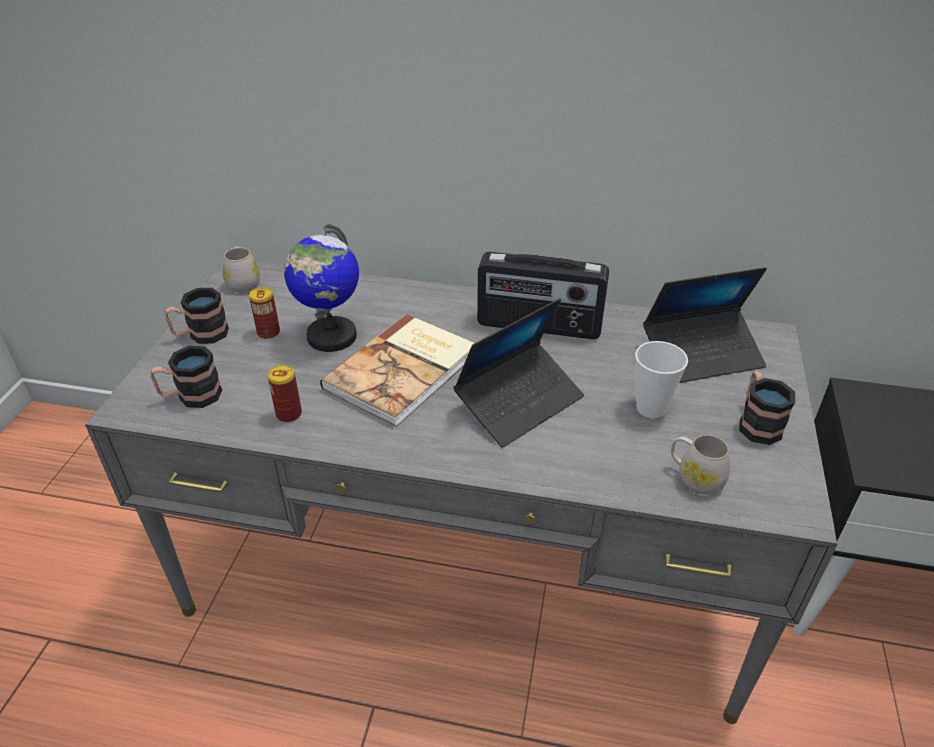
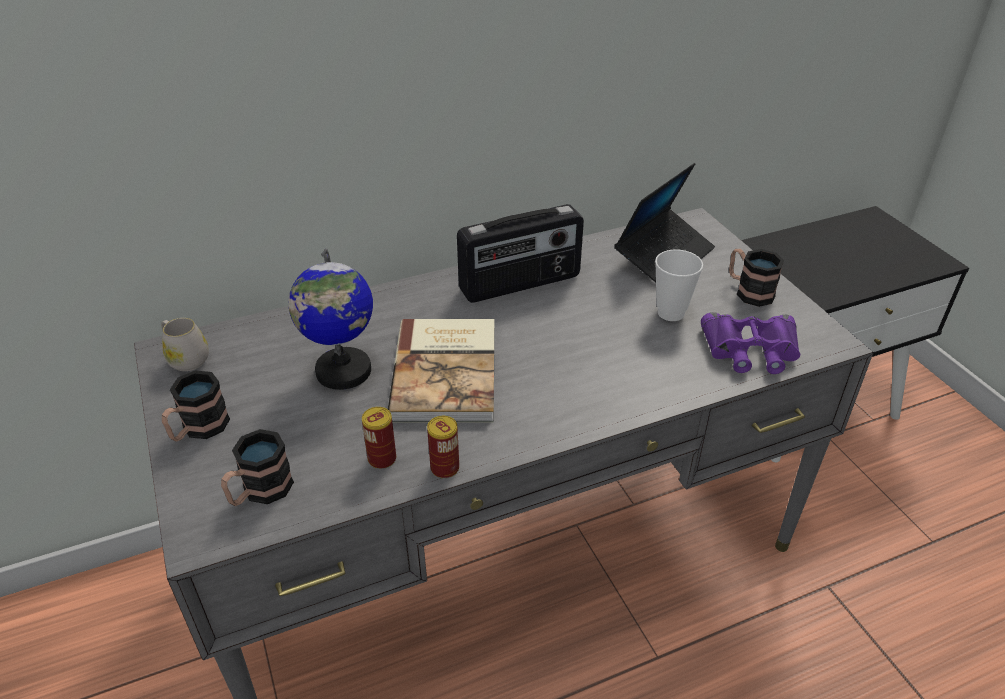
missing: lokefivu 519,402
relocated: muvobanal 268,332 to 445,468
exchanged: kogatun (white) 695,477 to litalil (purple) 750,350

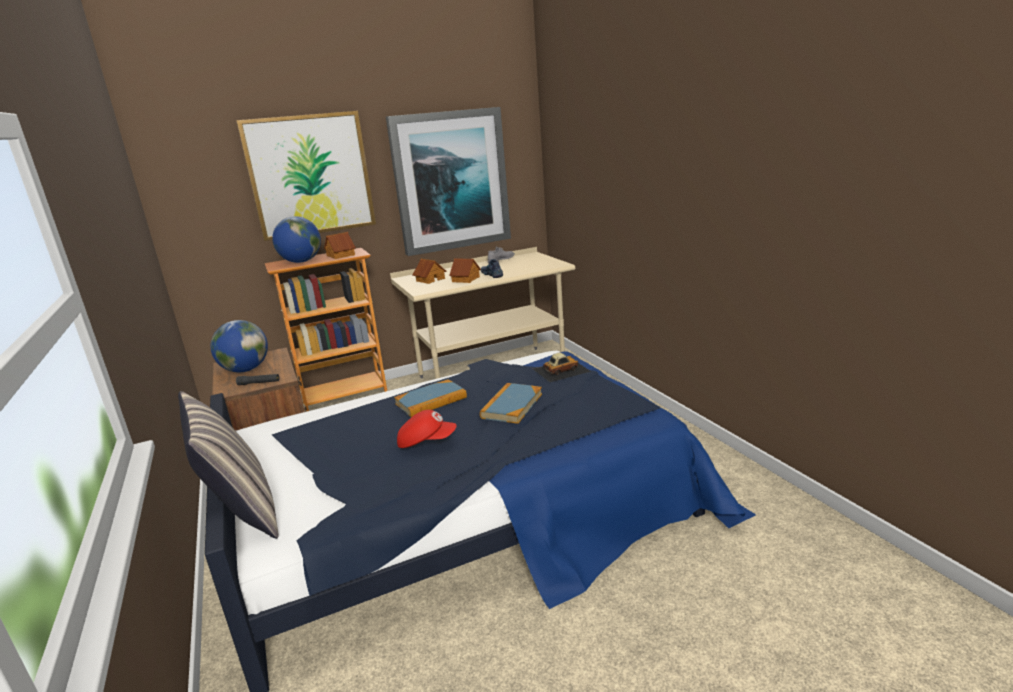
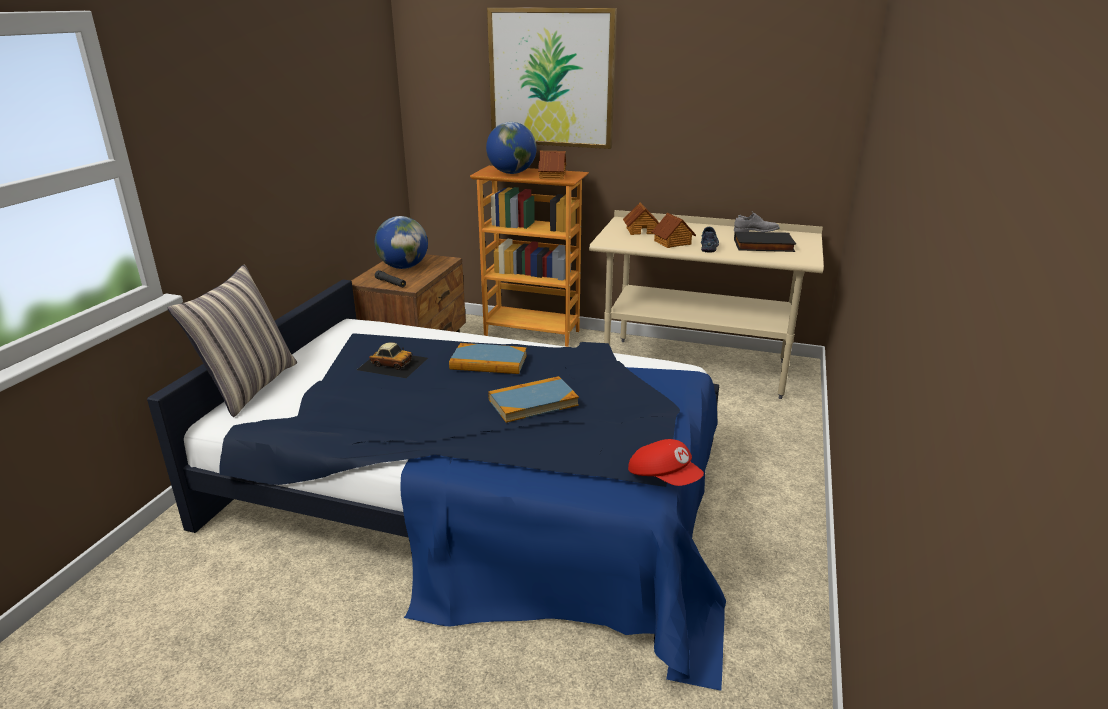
missing: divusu 450,181
appeared: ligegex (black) 763,246
relocated: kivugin 561,370 to 392,363; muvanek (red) 426,441 to 664,478

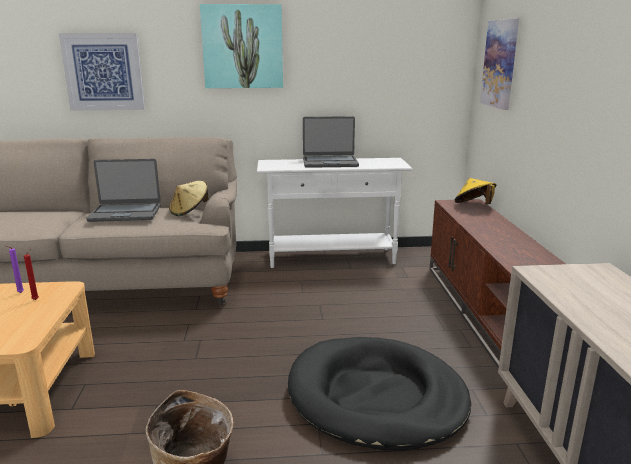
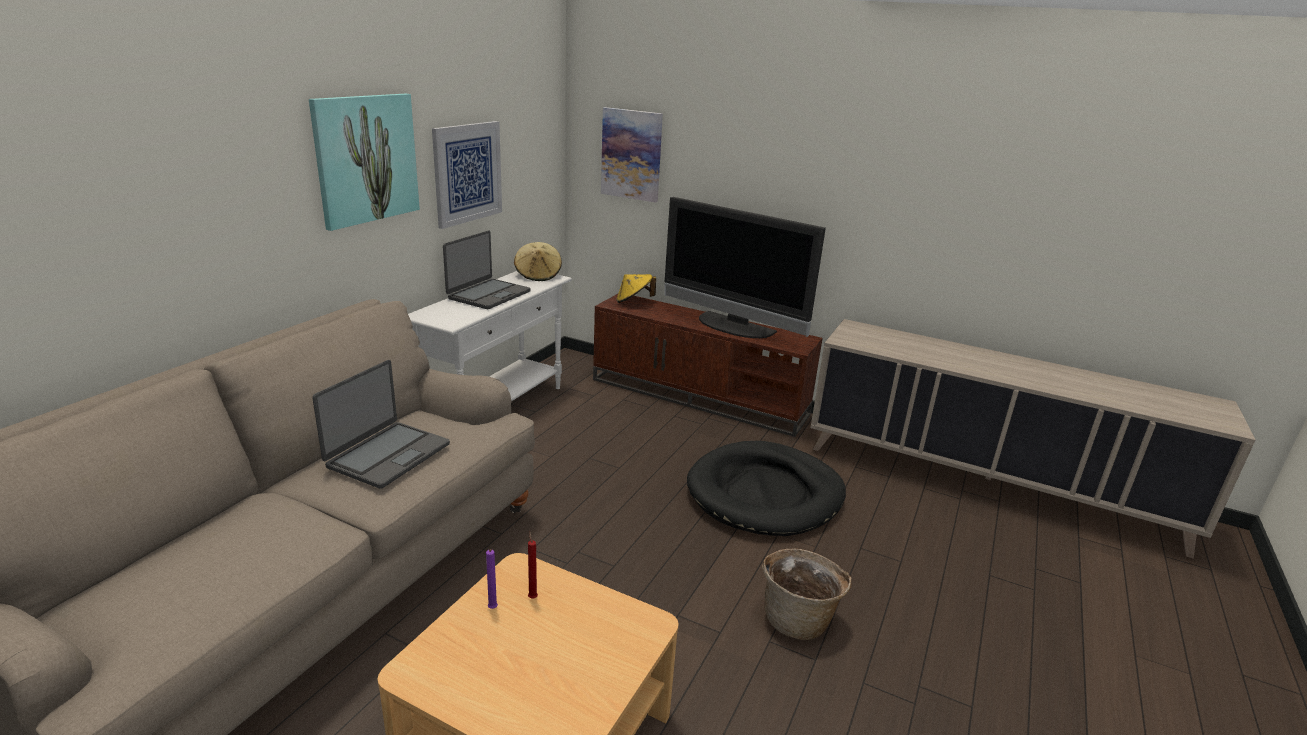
appeared: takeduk 732,326
relocated: divusu 103,72 to 467,173; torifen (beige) 189,211 to 538,275

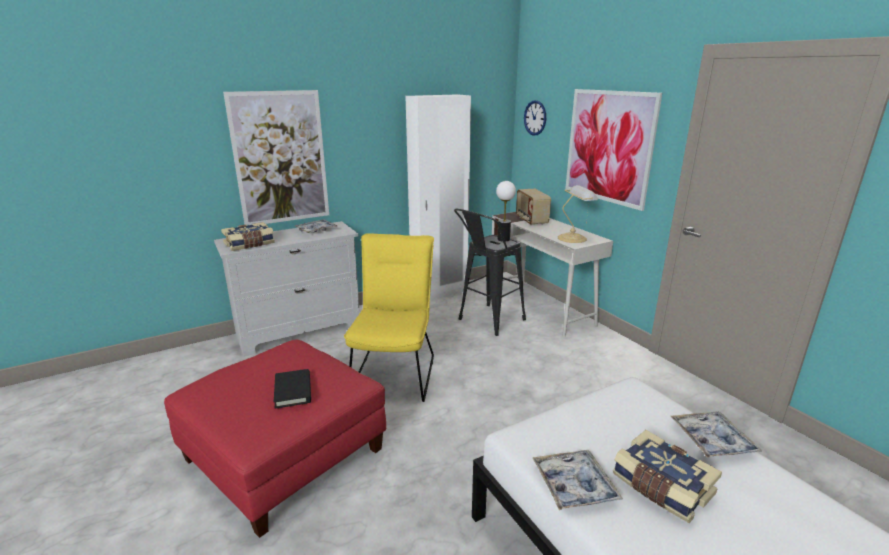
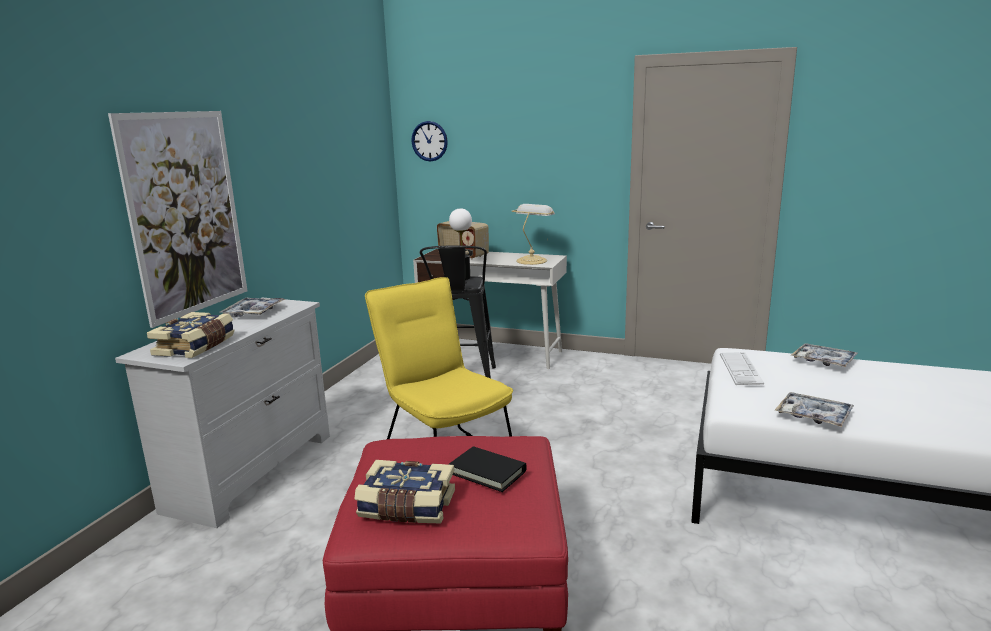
missing: divusu 608,147; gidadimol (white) 439,293
appeared: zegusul 740,369
relocated: ligegex 661,487 to 406,507

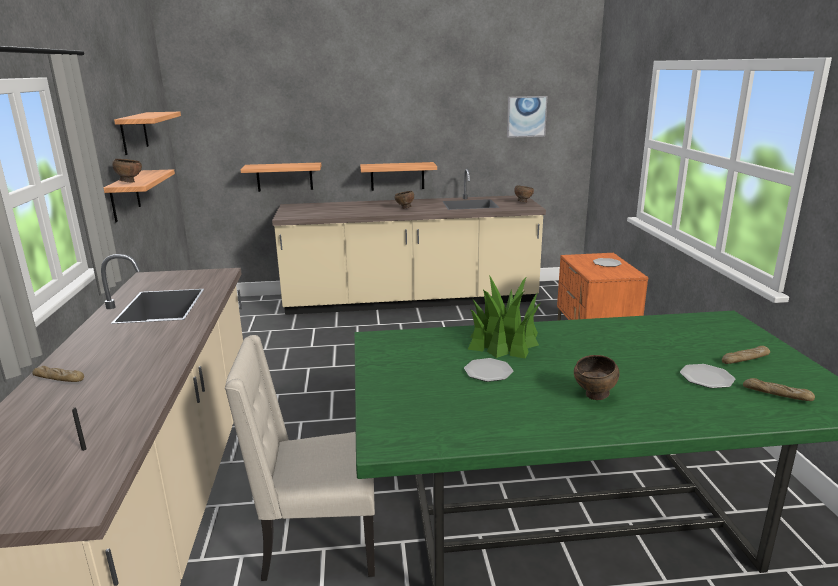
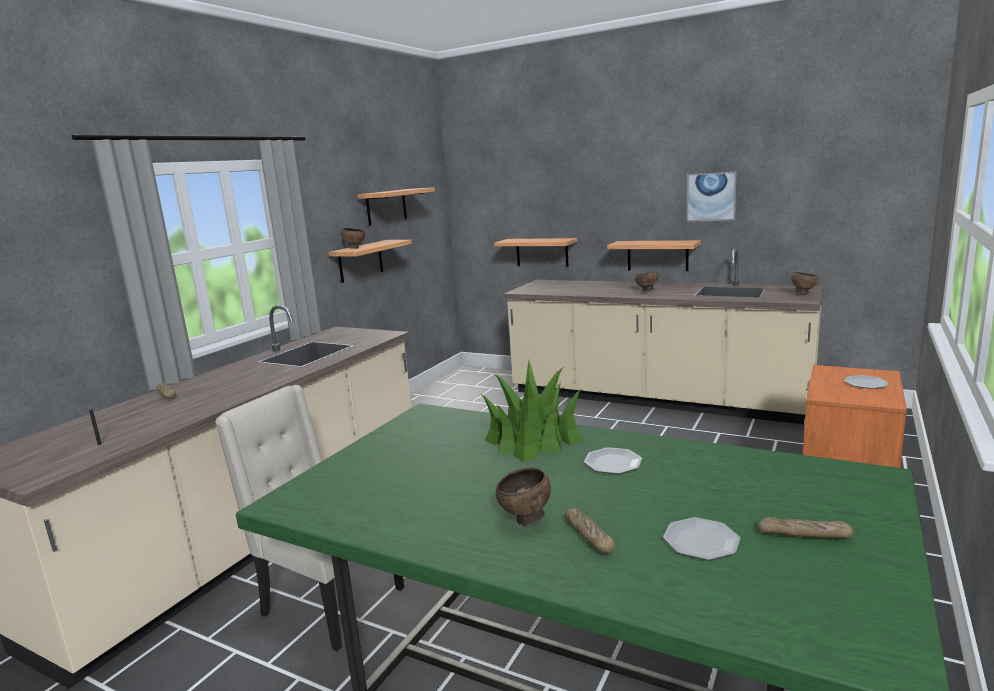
relocated: divusu 526,116 to 711,197; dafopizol 488,371 to 612,463; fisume 776,395 to 588,536

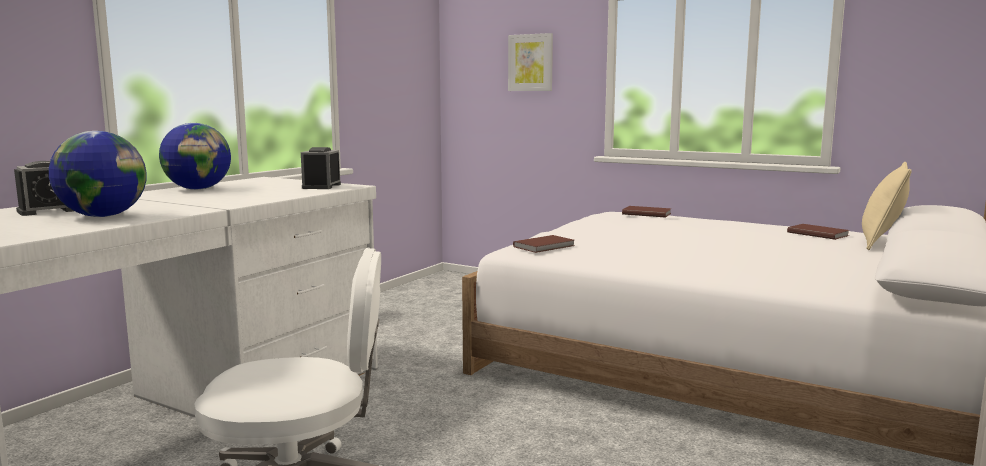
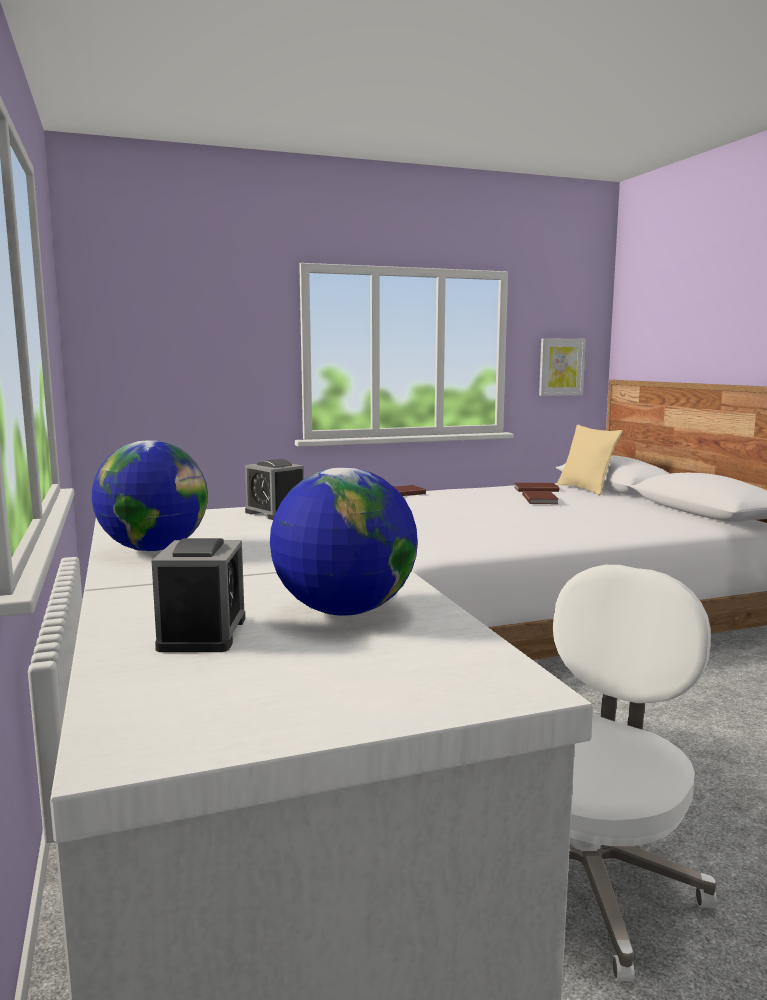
relocated: divusu 530,62 to 561,367; ligegex (brown) 545,246 to 540,499

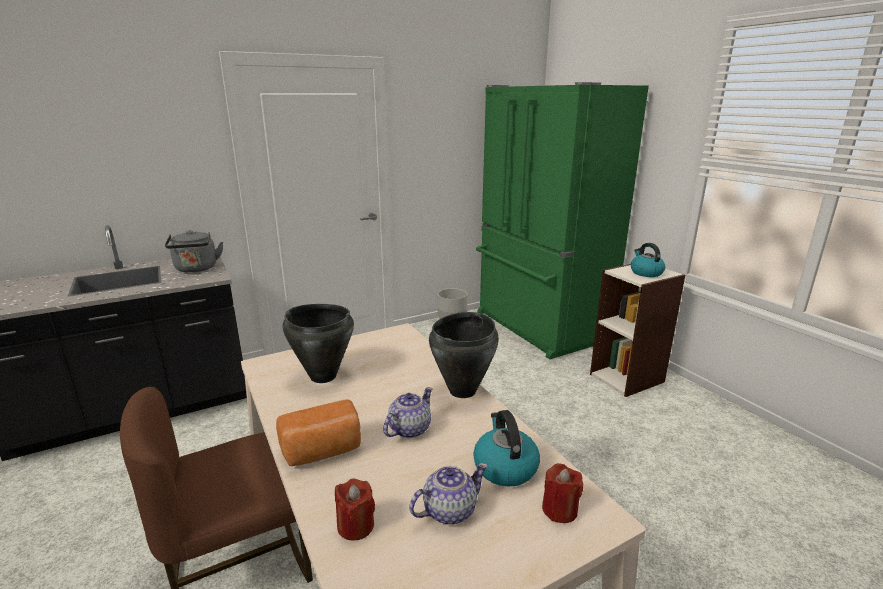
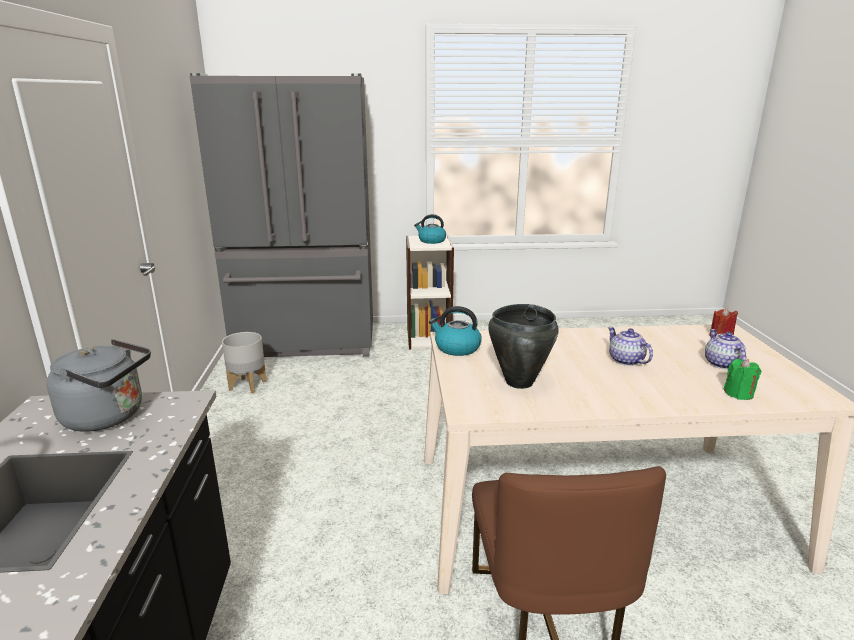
missing: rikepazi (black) 463,390; fisume 322,451
relocated: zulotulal 504,467 to 456,348
colour: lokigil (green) 538,327 to lokigil (grey) 306,342; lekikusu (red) 356,526 to lekikusu (green) 738,394

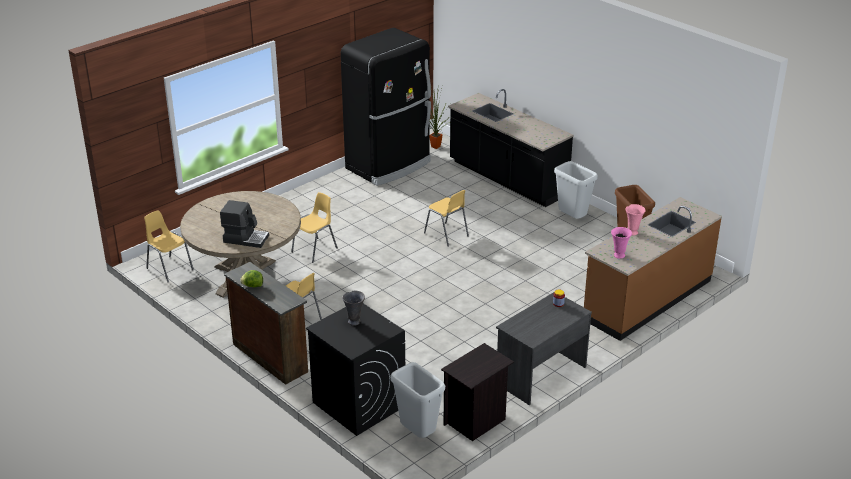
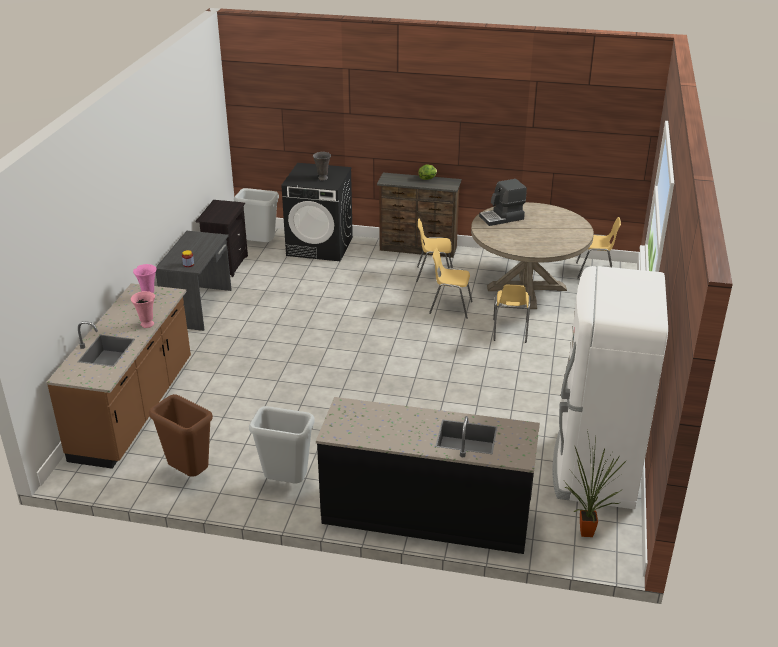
relocated: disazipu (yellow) 446,235 to 450,307
colour: lokigil (black) 389,165 to lokigil (white) 594,467

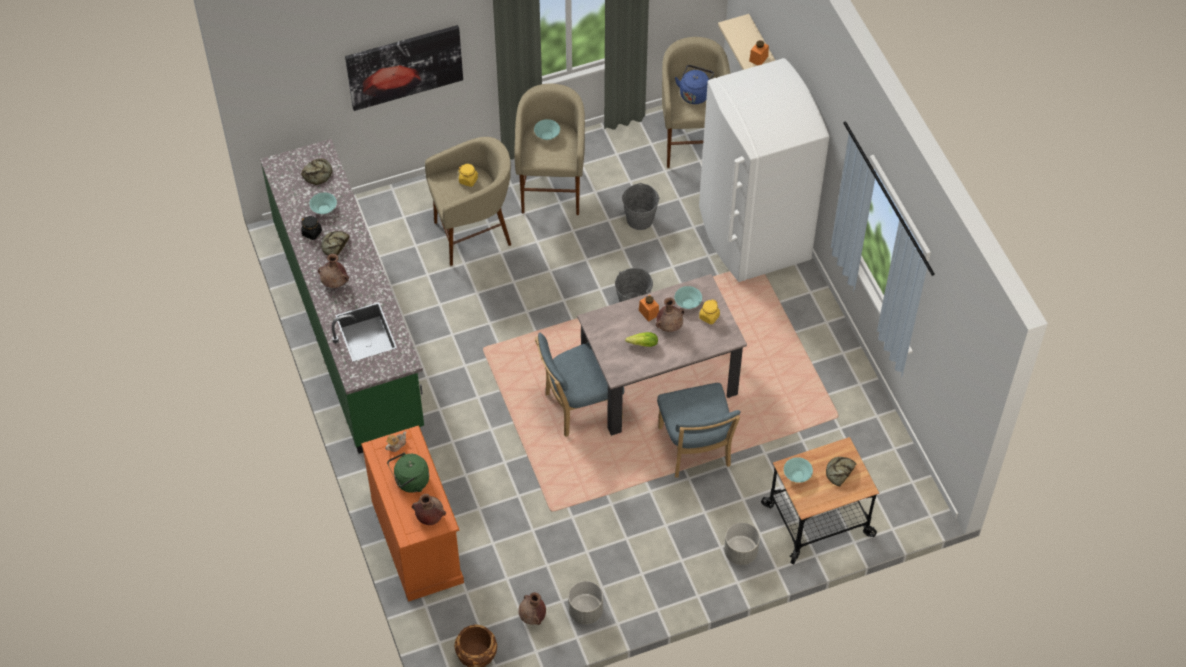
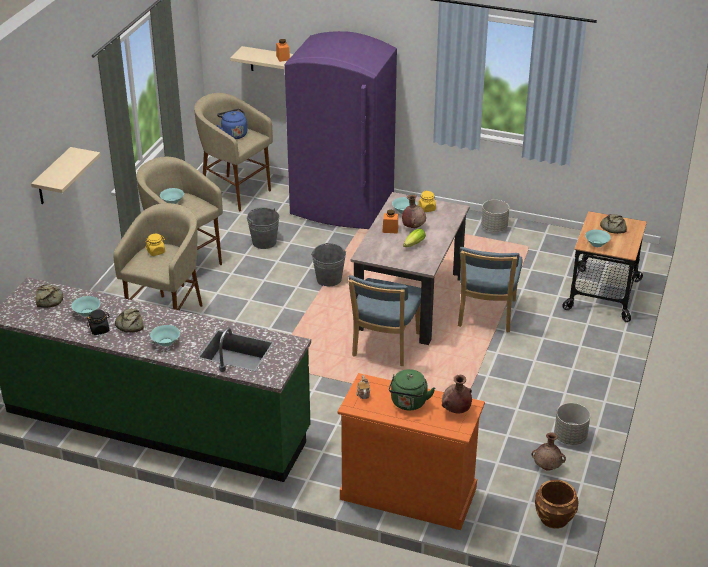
relocated: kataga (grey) 740,552 to 494,228
exchanged: divusu 404,66 to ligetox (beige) 53,177; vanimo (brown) 335,283 to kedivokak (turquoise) 166,342
colour: lokigil (white) 753,235 to lokigil (purple) 342,207
spun: disazipu (blue) 695,450 = 485,315 75 degrees clockwise

